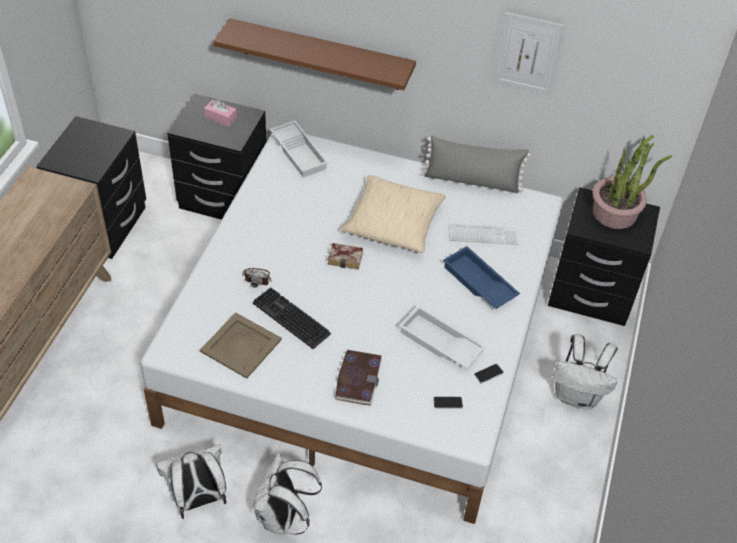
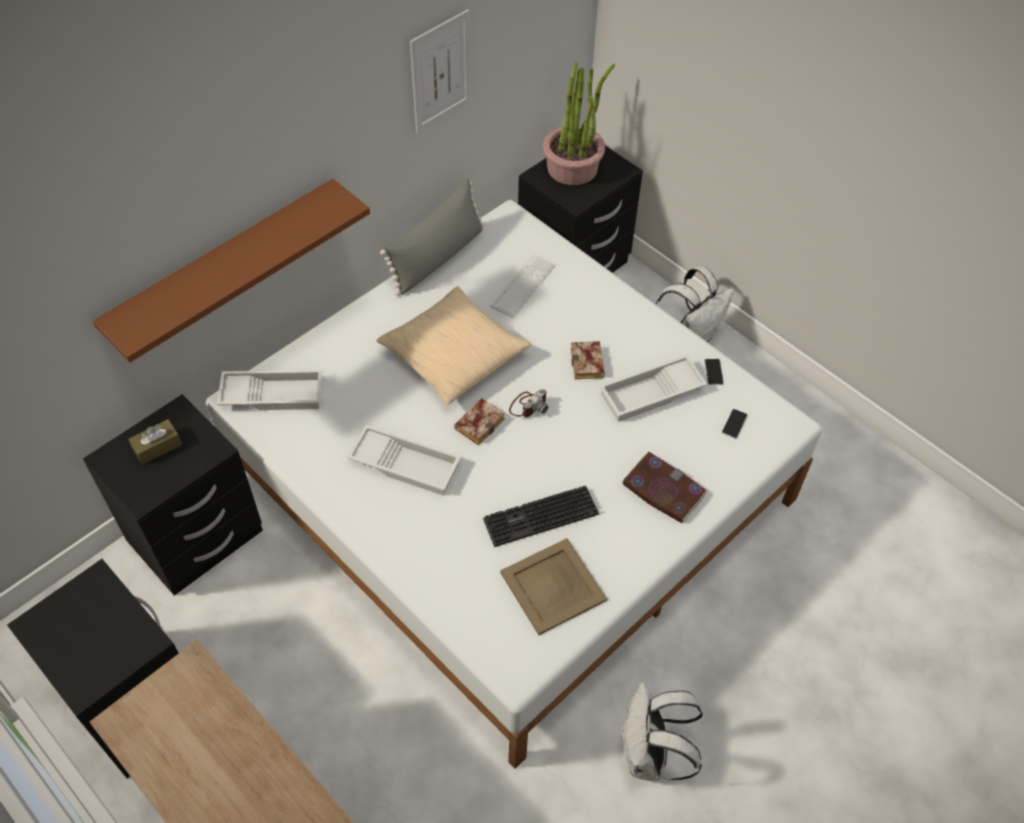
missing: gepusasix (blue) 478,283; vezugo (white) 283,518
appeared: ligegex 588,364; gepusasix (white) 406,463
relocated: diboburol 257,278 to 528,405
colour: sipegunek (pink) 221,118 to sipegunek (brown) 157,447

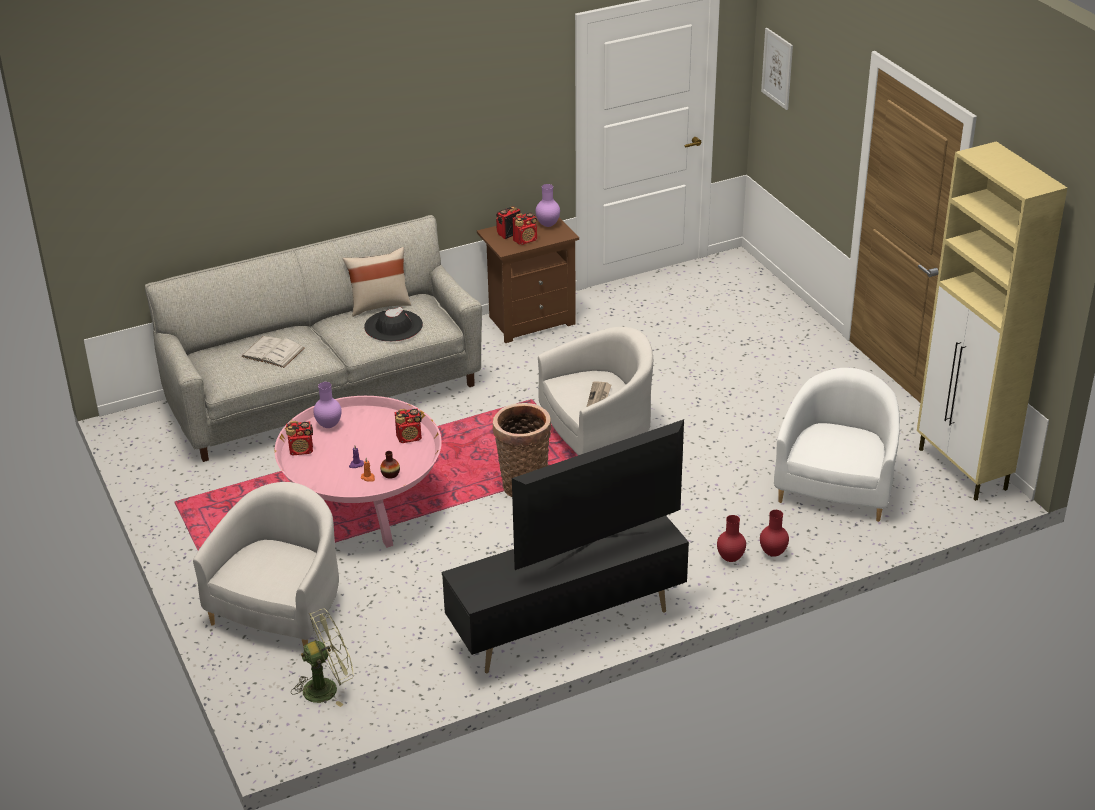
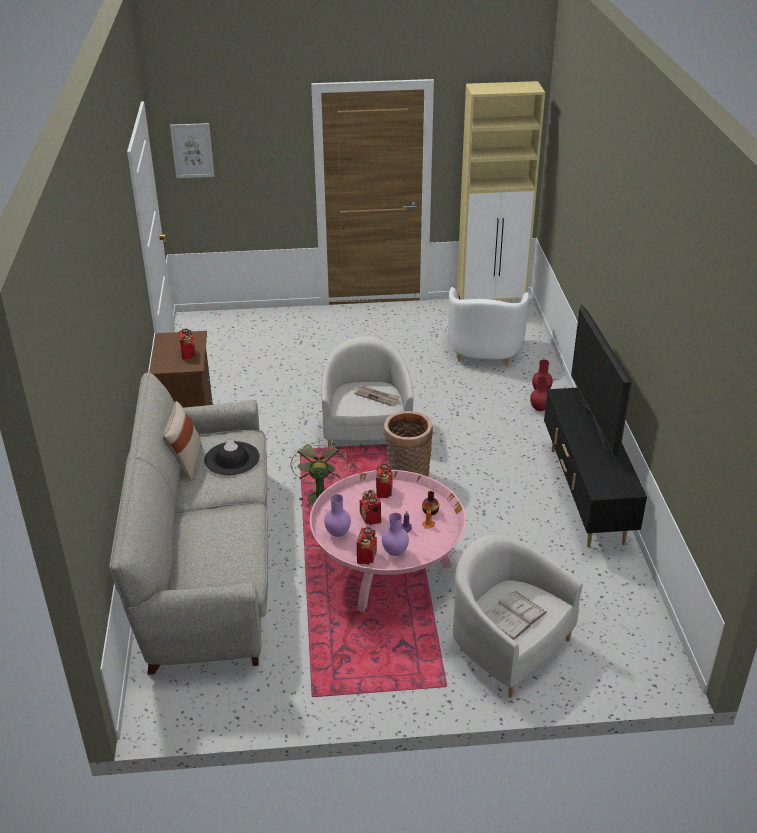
relocated: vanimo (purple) 547,224 to 394,552; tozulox 508,233 to 370,518; ligegex (white) 273,352 to 514,615; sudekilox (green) 327,687 to 319,495
spun: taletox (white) 836,487 = 484,351 120 degrees counterclockwise

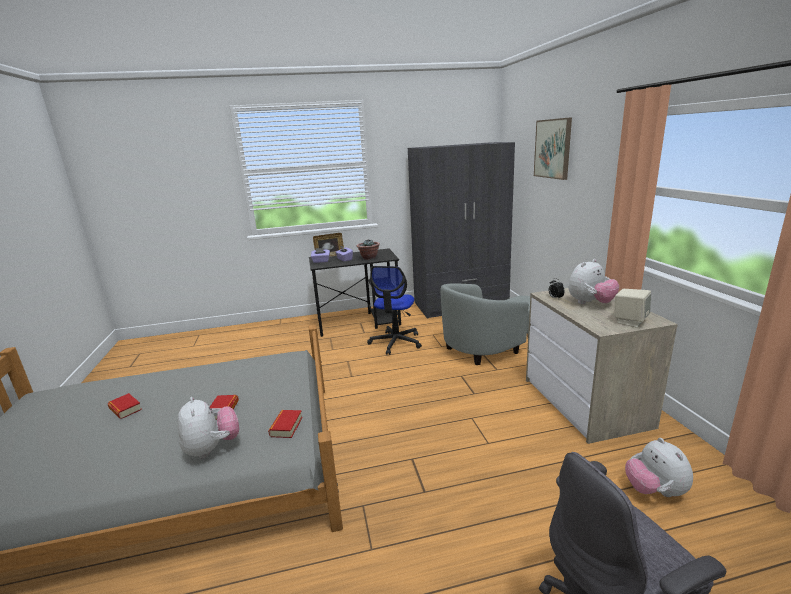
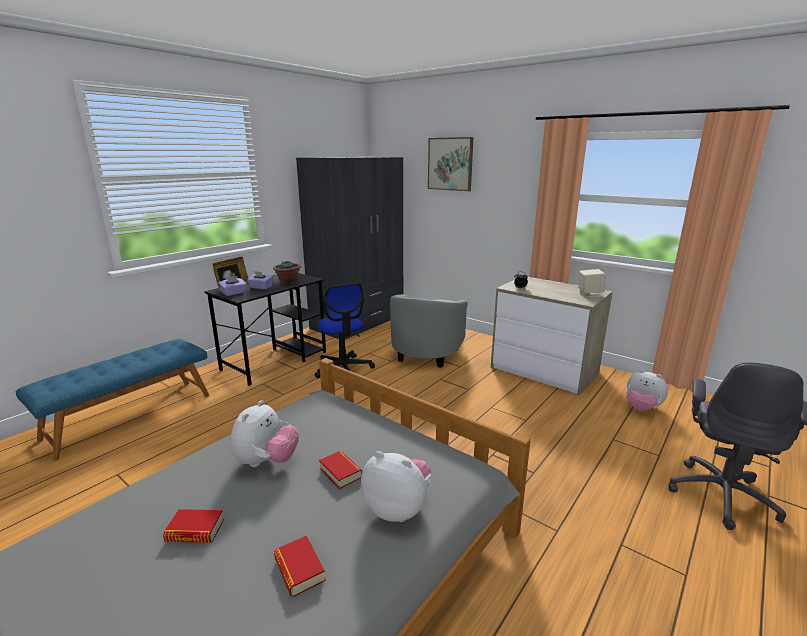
appeared: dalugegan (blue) 130,415
relocated: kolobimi 590,303 to 267,461; ligegex 286,427 to 299,570

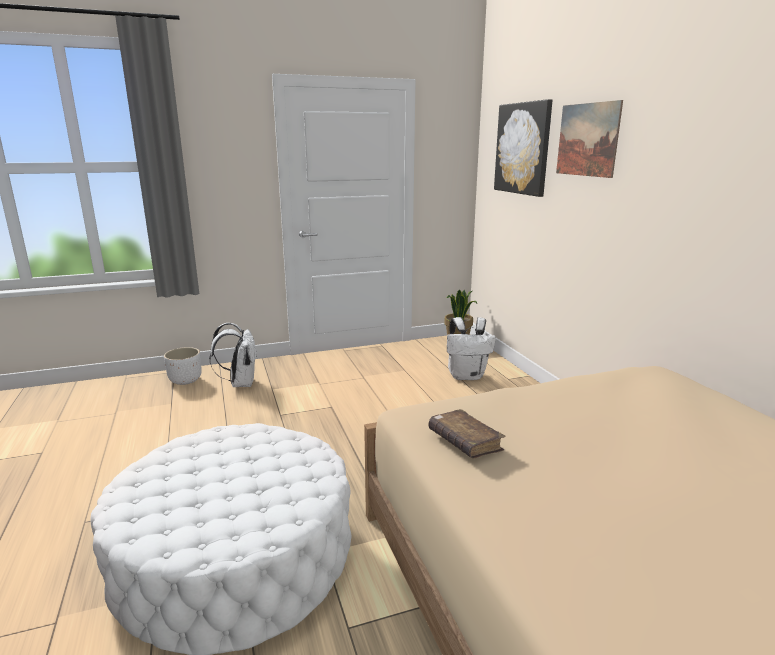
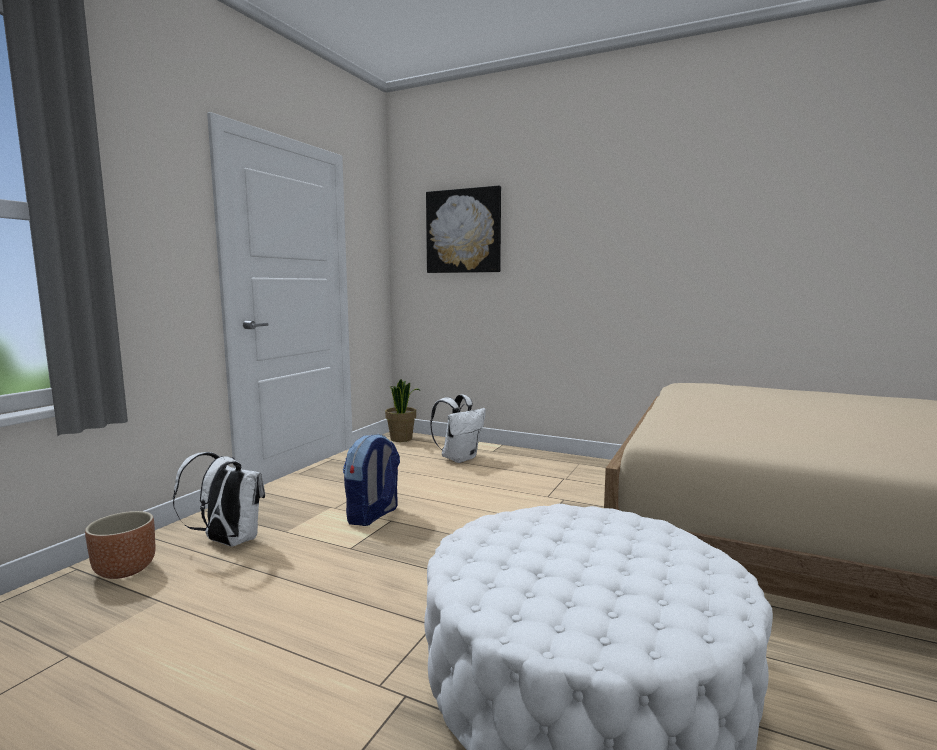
missing: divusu 587,140; ligegex (brown) 464,442
appeared: vezugo 373,515
colour: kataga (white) 186,380 to kataga (brown) 126,569

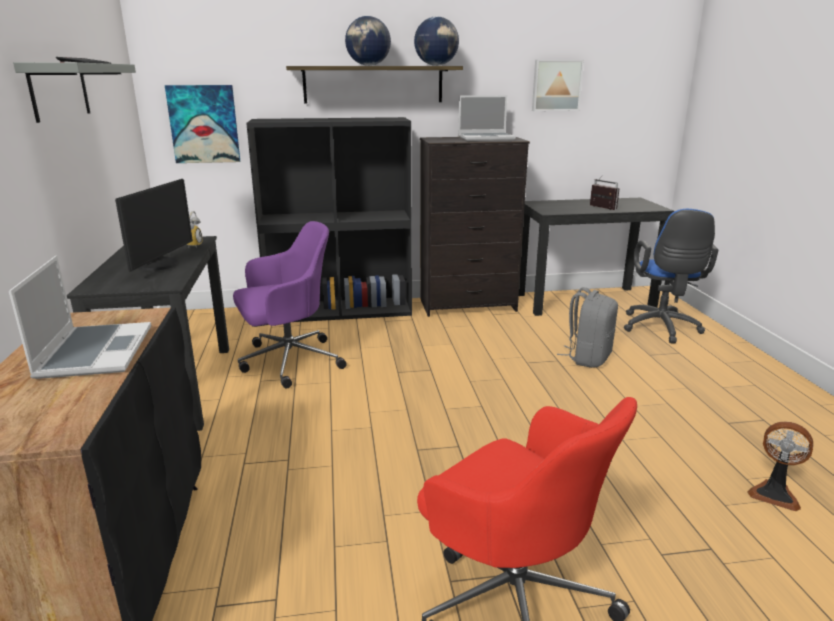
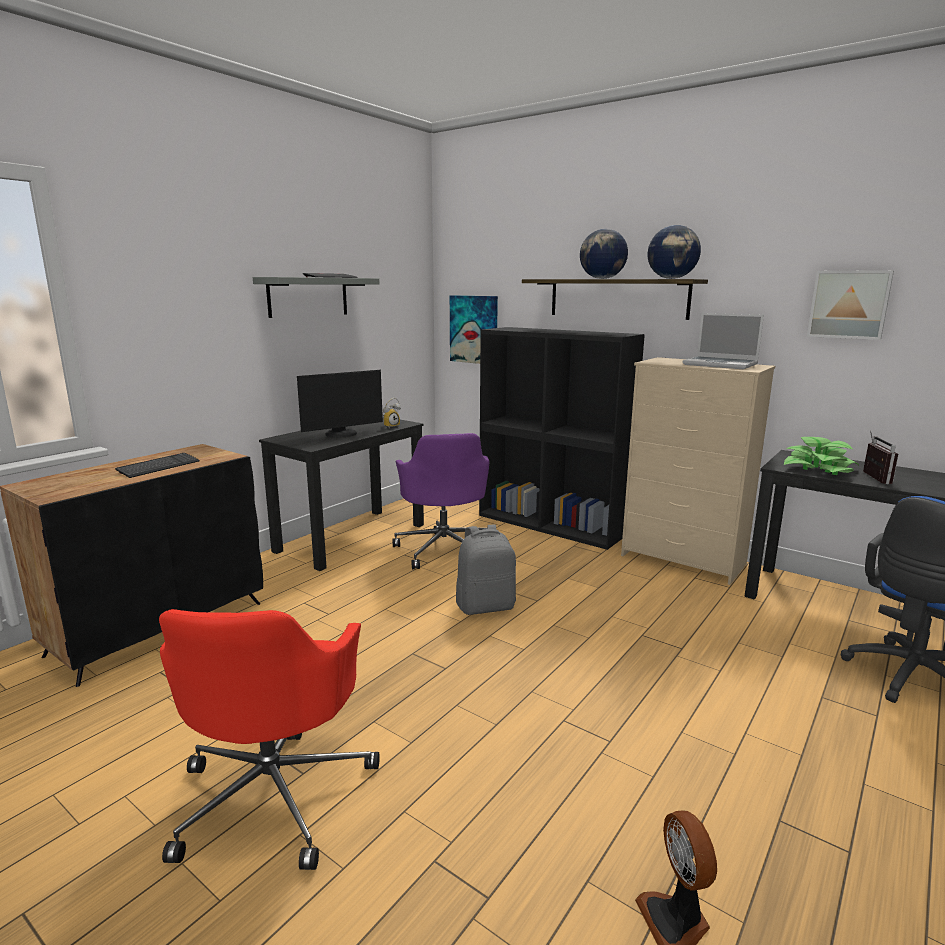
appeared: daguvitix 818,468
relocated: vezugo (grey) 588,358 to 486,606
exchanged: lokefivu 94,352 to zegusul 158,467
colour: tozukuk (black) 468,305 to tozukuk (beige) 683,560
spun: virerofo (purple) 288,361 = 444,548 60 degrees clockwise

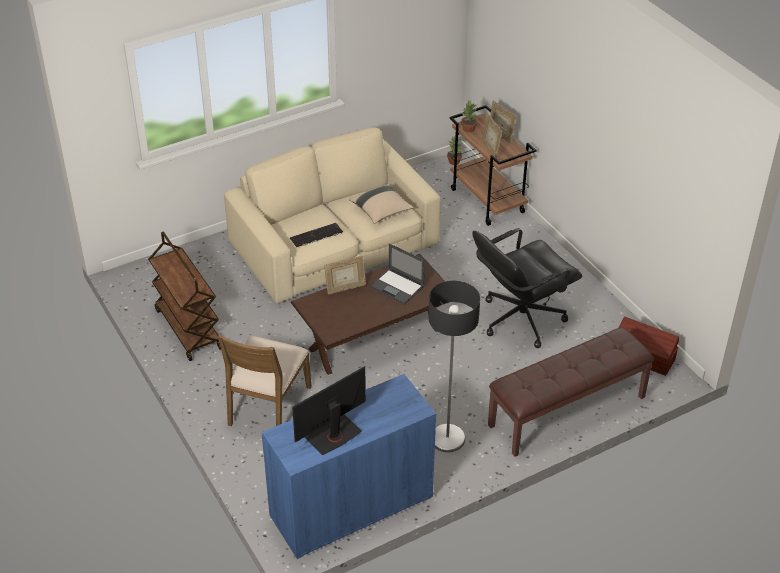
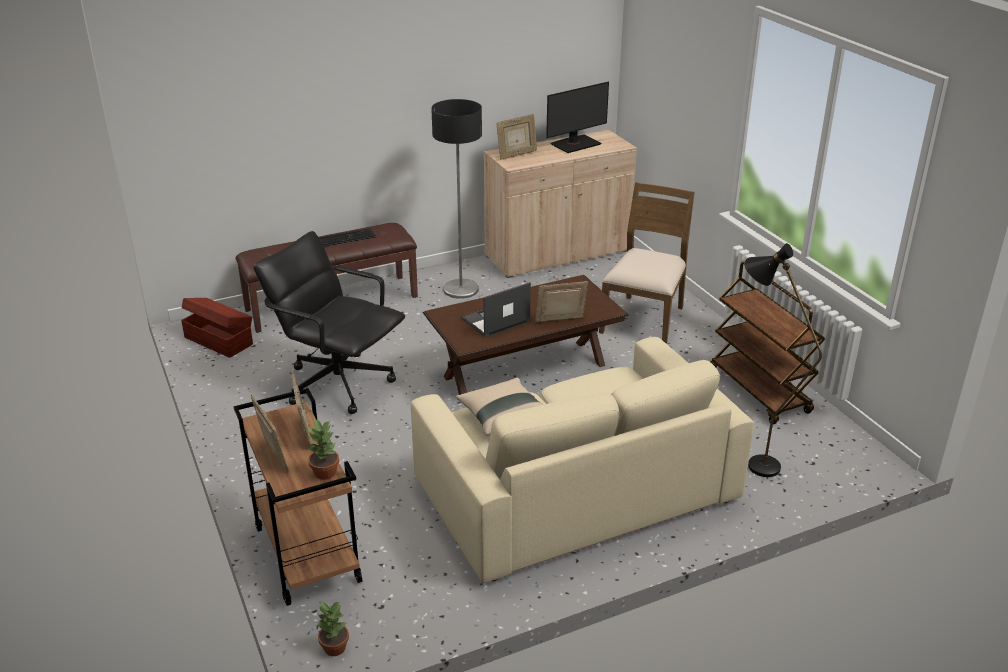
appeared: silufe 517,155; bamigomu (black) 752,462
relocated: zegusul 316,236 to 345,238
colour: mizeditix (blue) 351,507 to mizeditix (beige) 557,254
spun: virerofo (black) 520,319 = 338,383 120 degrees counterclockwise; lokefivu 397,287 = 495,320 75 degrees counterclockwise

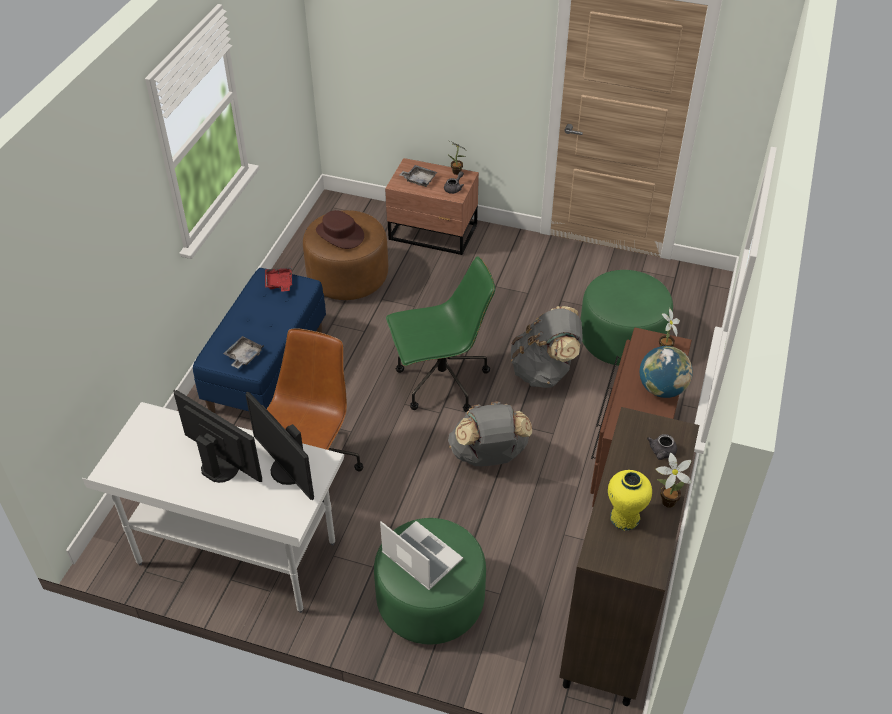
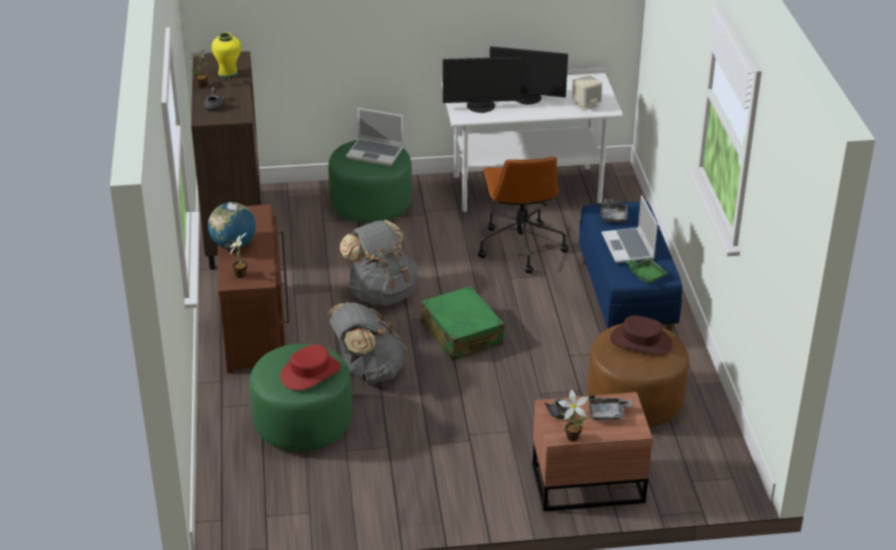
appeared: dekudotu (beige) 586,104; lokefivu 629,247; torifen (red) 310,372
exchanged: virerofo (green) 440,382 to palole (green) 461,334
colour: gepusasix (red) 279,283 to gepusasix (green) 646,275
spun: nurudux 287,470 = 481,106 150 degrees clockwise

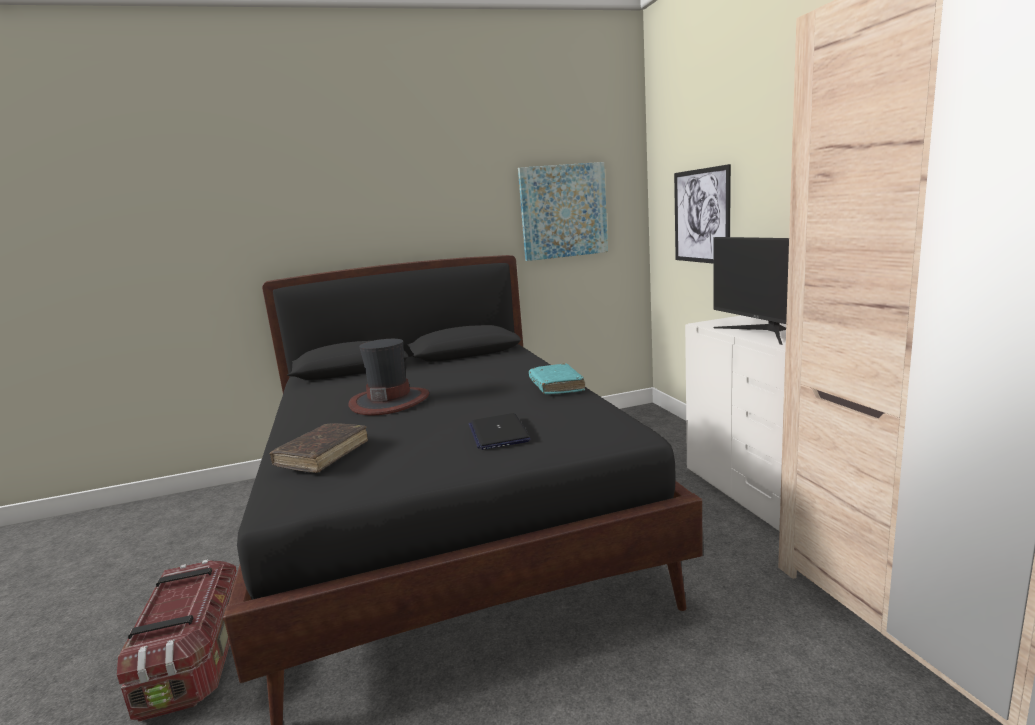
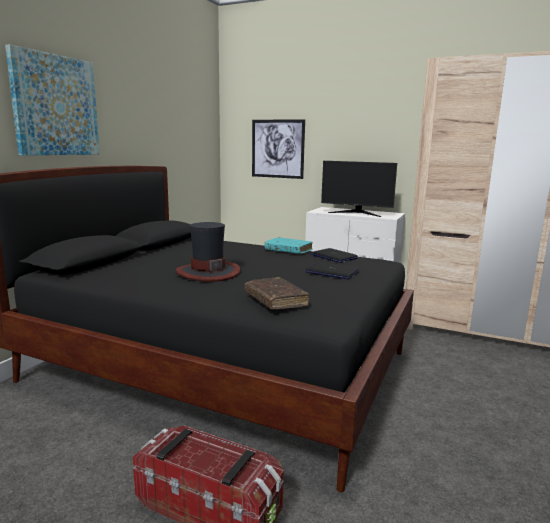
appeared: lokefivu 333,256
relocated: divusu 563,211 to 55,106

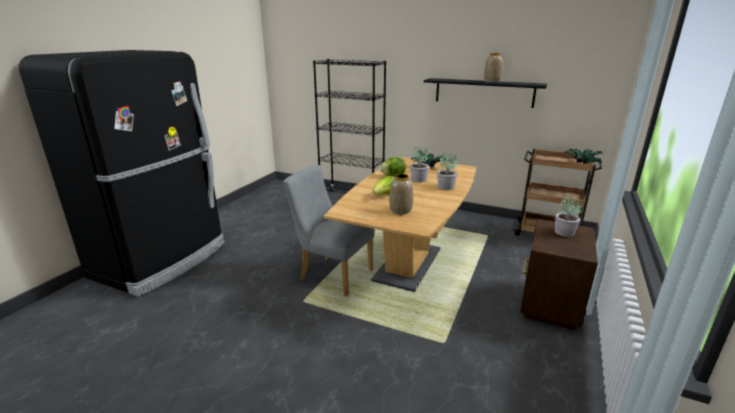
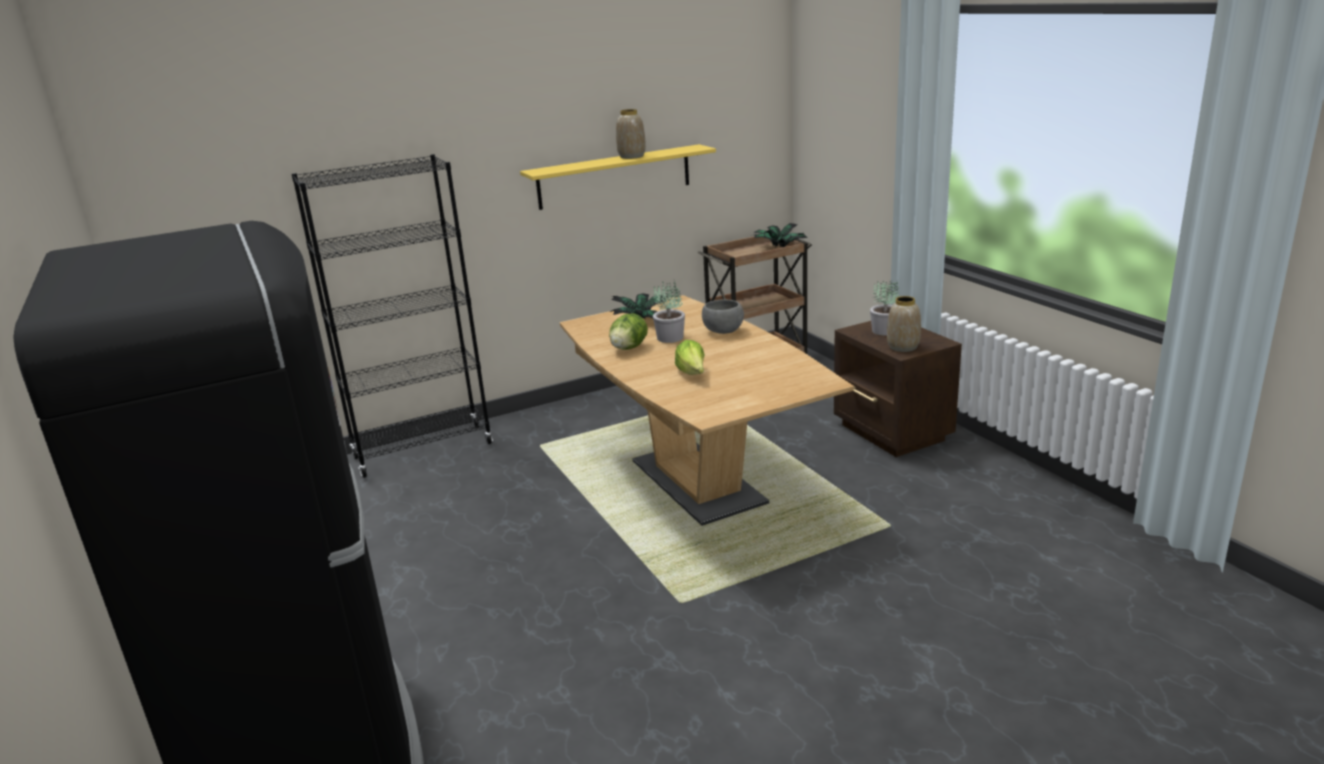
missing: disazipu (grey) 332,274
relocated: vanimo 400,211 to 903,347
exchanged: daguvitix 446,187 to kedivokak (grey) 723,331
colour: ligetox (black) 483,92 to ligetox (yellow) 614,177

